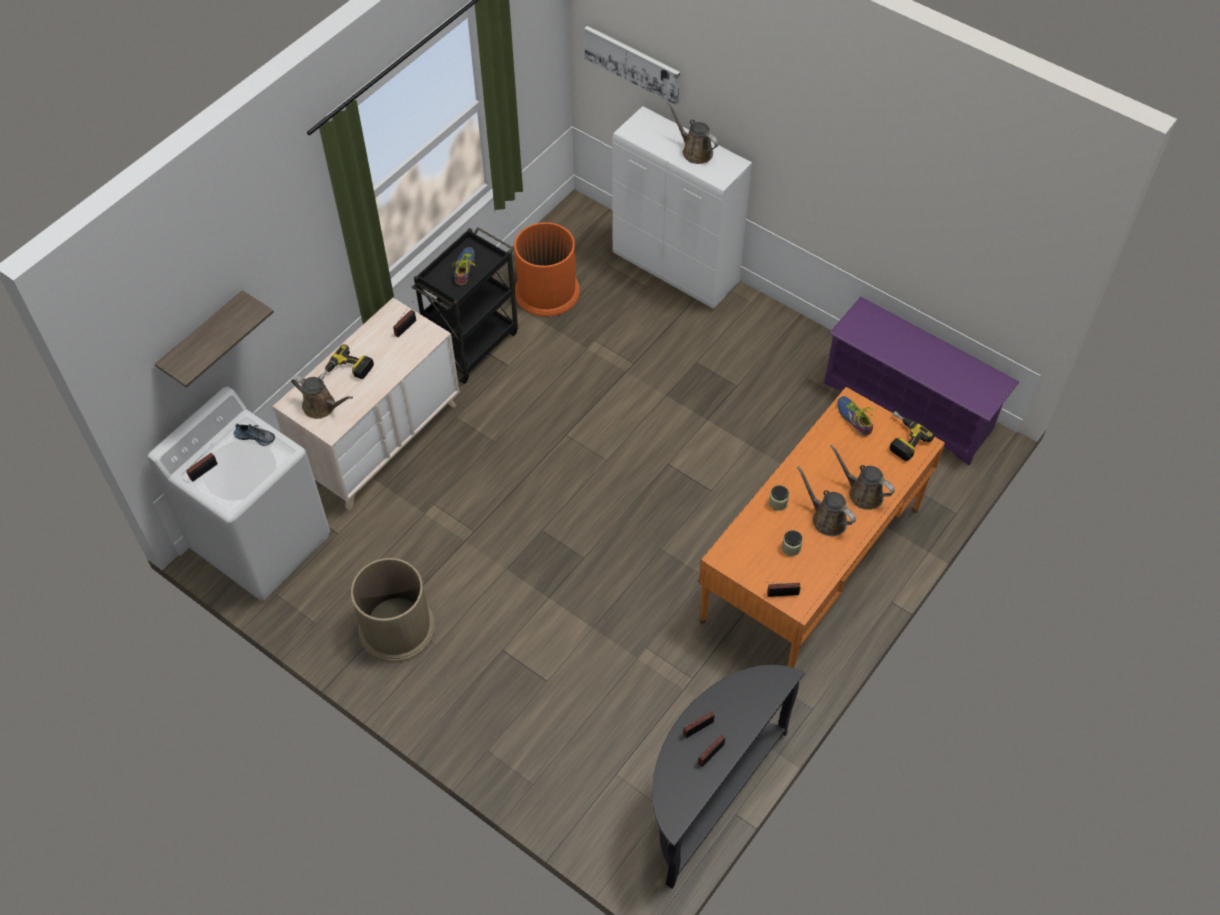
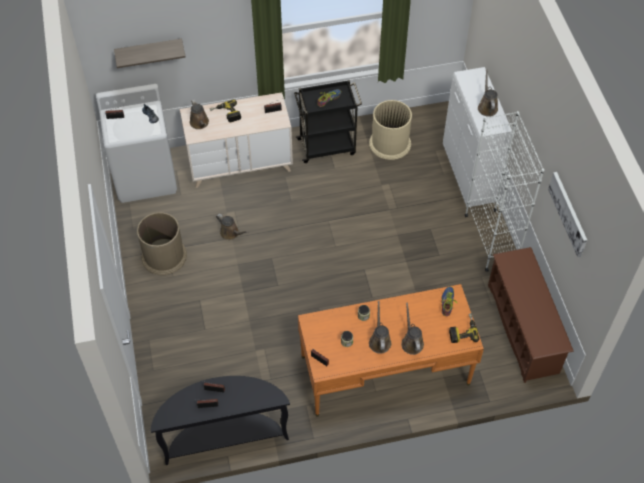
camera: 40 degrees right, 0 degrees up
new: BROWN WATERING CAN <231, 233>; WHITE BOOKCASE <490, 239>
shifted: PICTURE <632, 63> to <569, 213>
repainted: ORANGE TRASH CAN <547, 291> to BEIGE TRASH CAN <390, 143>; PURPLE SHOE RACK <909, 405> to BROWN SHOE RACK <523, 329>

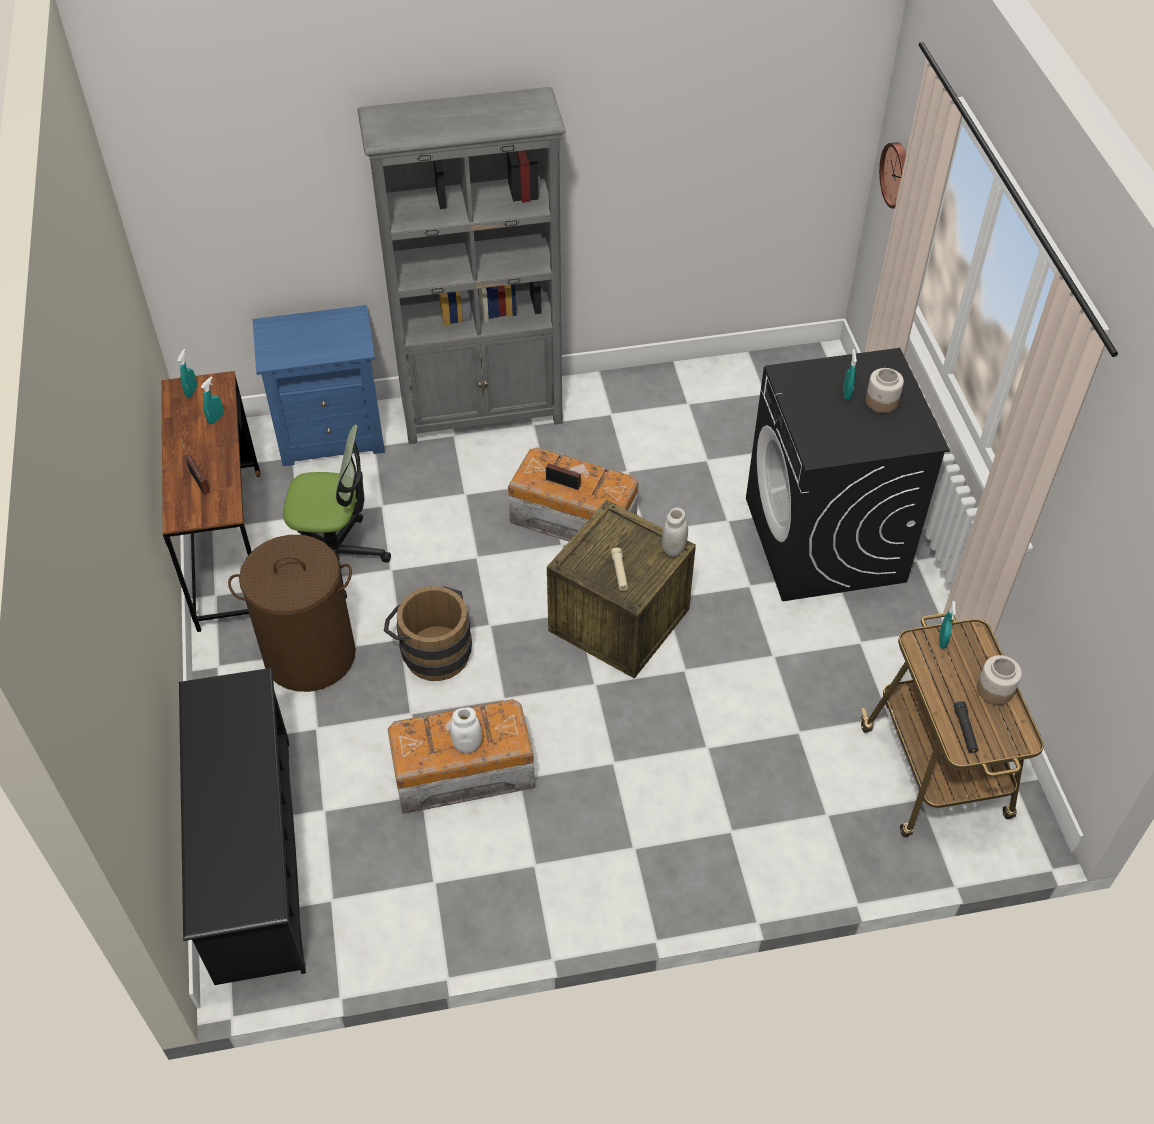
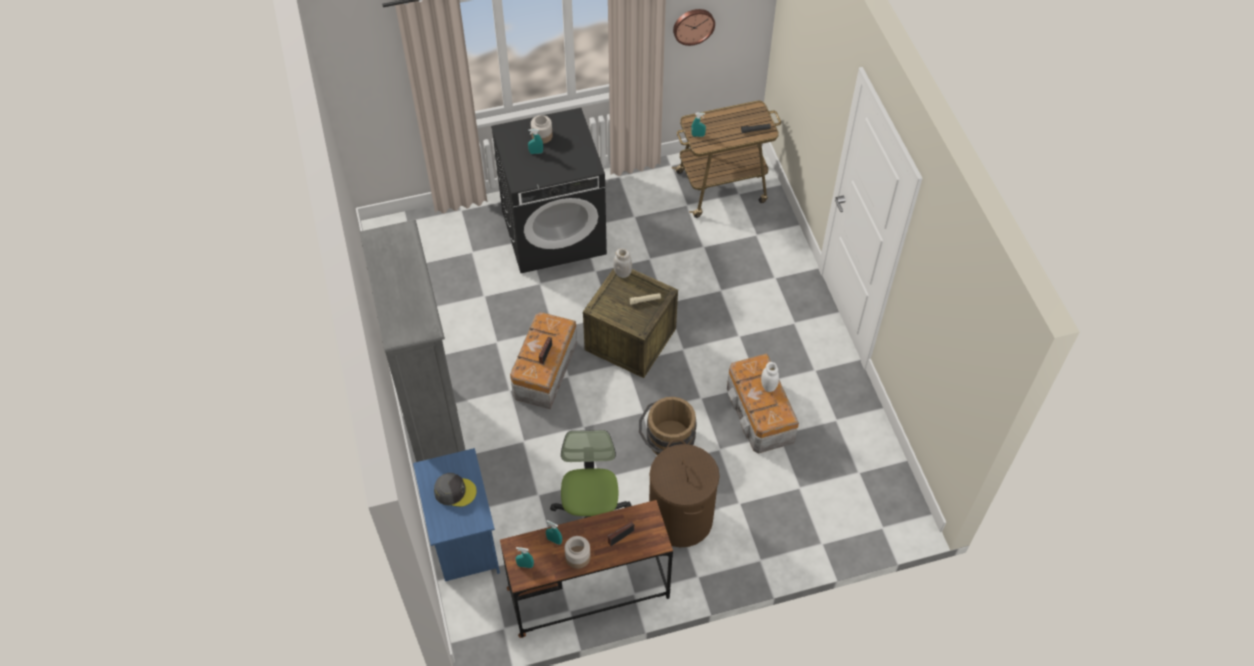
camera: 95 degrees left, 5 degrees up
gone: BLACK SHOE RACK <253, 856>
new: GREY CAP <455, 491>
shifted: WALL CLOCK <898, 175> to <693, 25>; JAR <994, 689> to <577, 557>

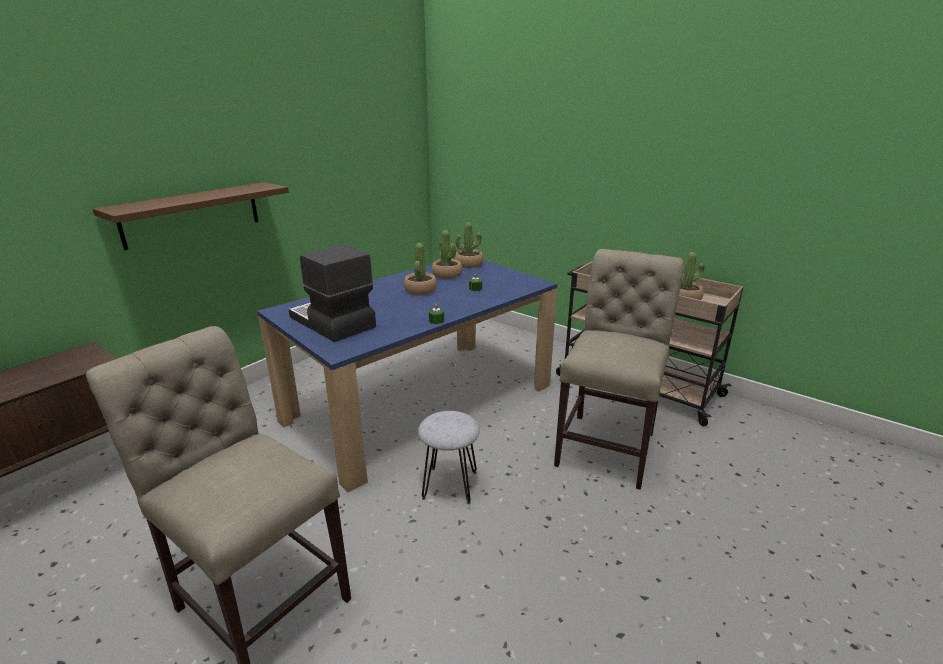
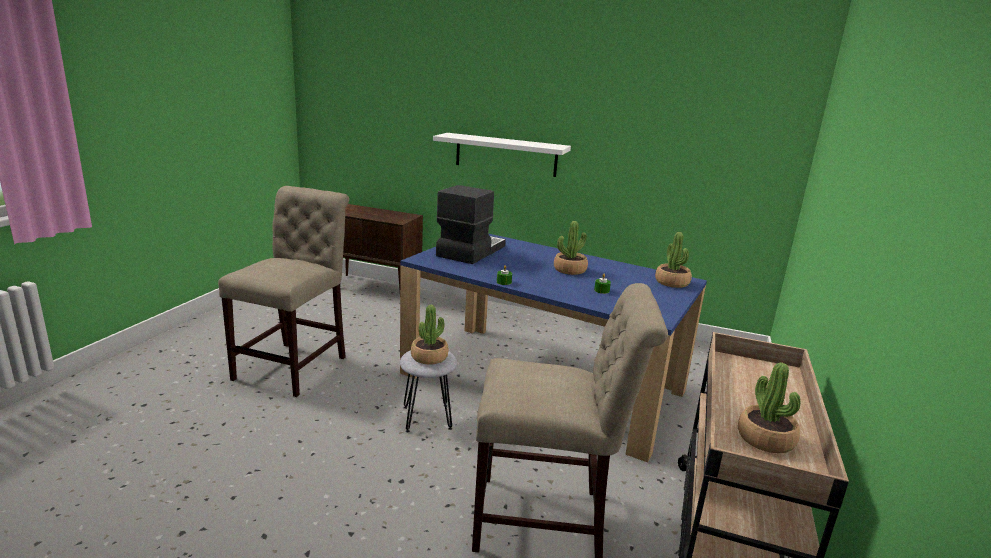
camera: 70 degrees right, 5 degrees down
shifted: POTTED PLANT <447, 274> to <429, 357>
repainted: BROWN SHELF <192, 214> to WHITE SHELF <506, 154>

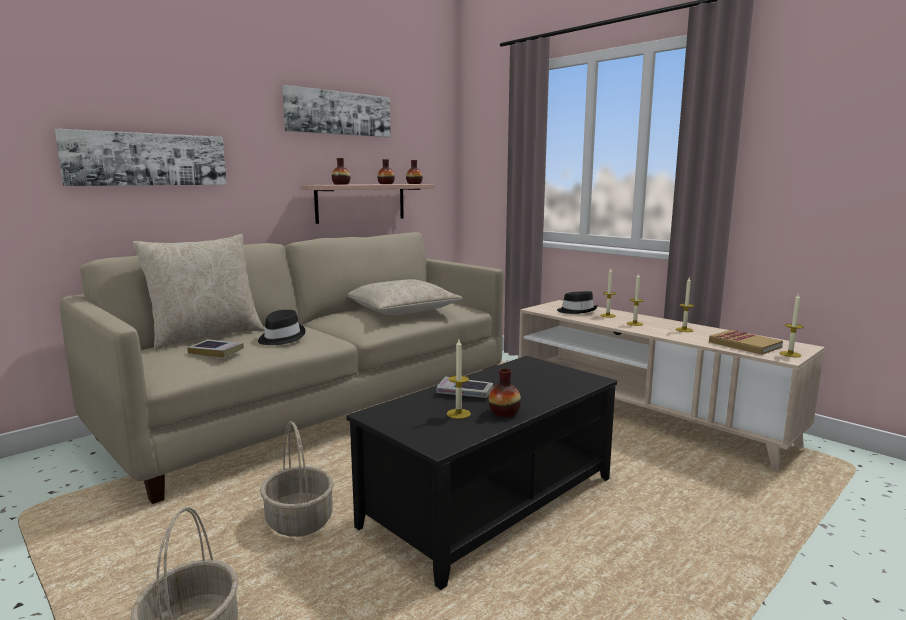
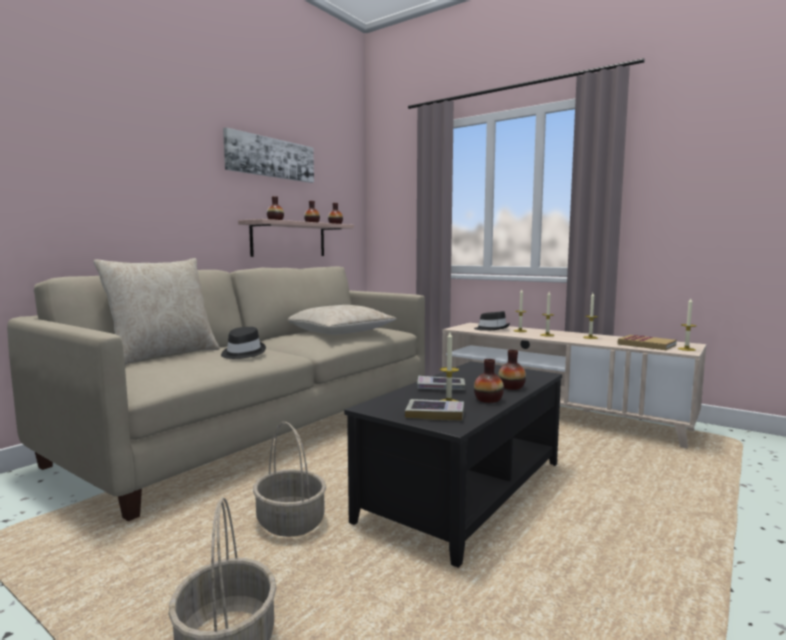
camera: 10 degrees left, 5 degrees down
gone: PICTURE <147, 159>
new: VASE <511, 387>
shifted: BOOK <216, 352> to <435, 414>

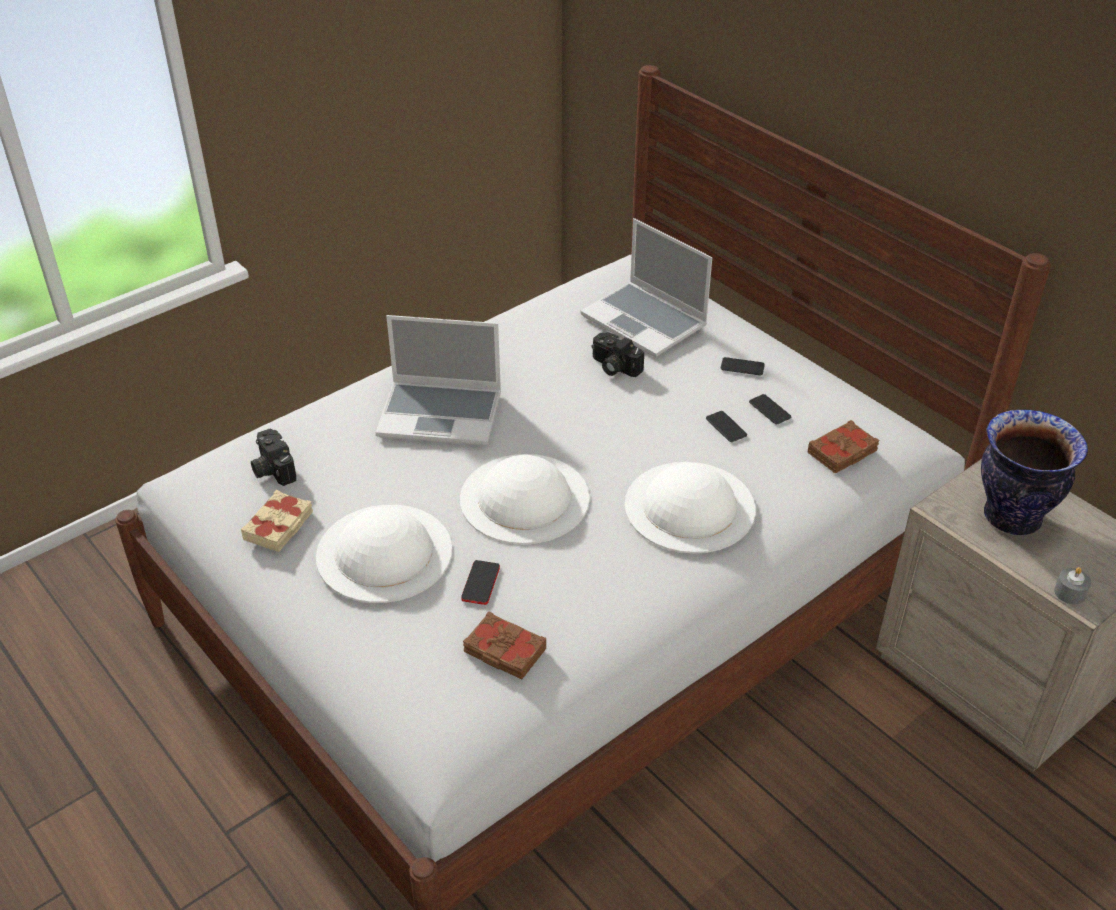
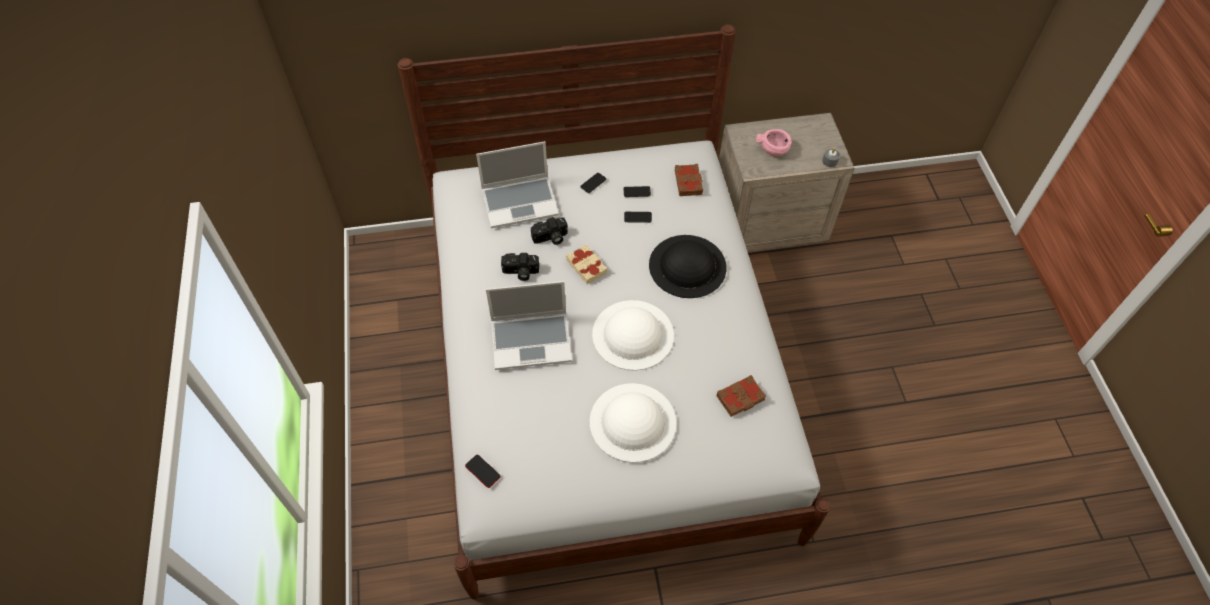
camera: 60 degrees left, 15 degrees up
shifted: BEIGE BOOK <279, 526> to <587, 266>; PHOTO CAMERA <271, 468> to <520, 272>; PHONE <480, 583> to <483, 471>
swapped: VASE <1013, 517> to PINK BOWL <773, 149>
repainted: WHITE HAT <689, 506> to BLACK HAT <687, 266>
rotated: LAPTOP <442, 414> = <532, 340> 45 degrees clockwise

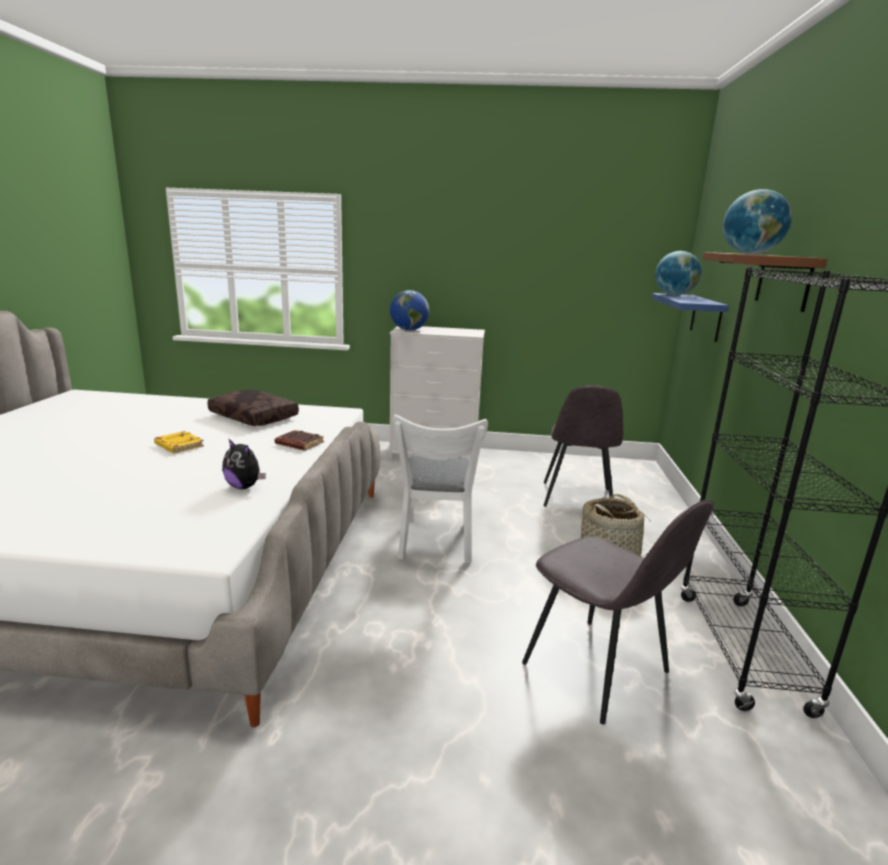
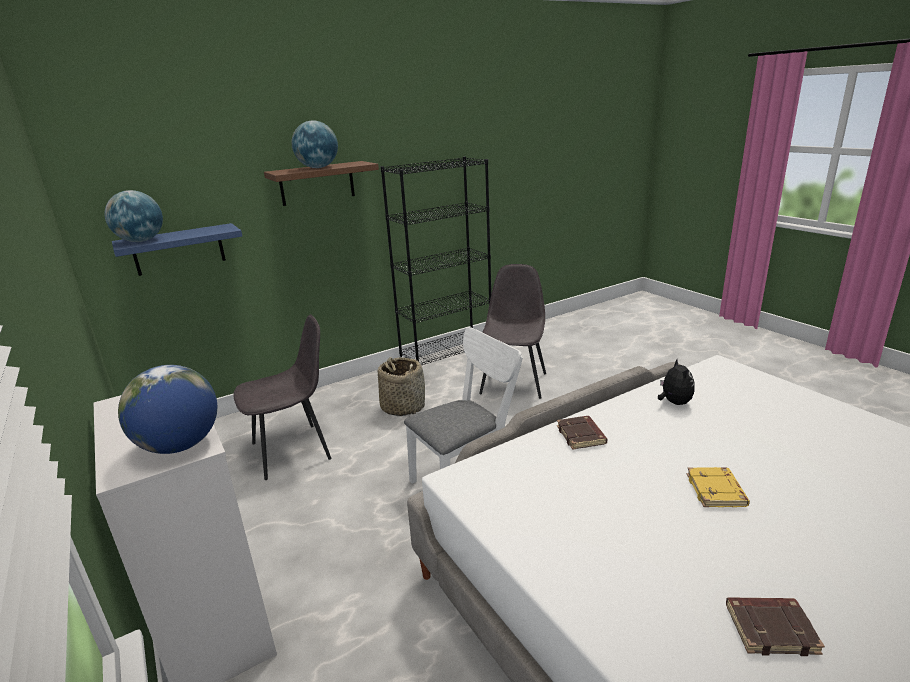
camera: 125 degrees left, 5 degrees up
gone: BROWN PILLOW <255, 417>
new: BROWN BOOK <771, 628>

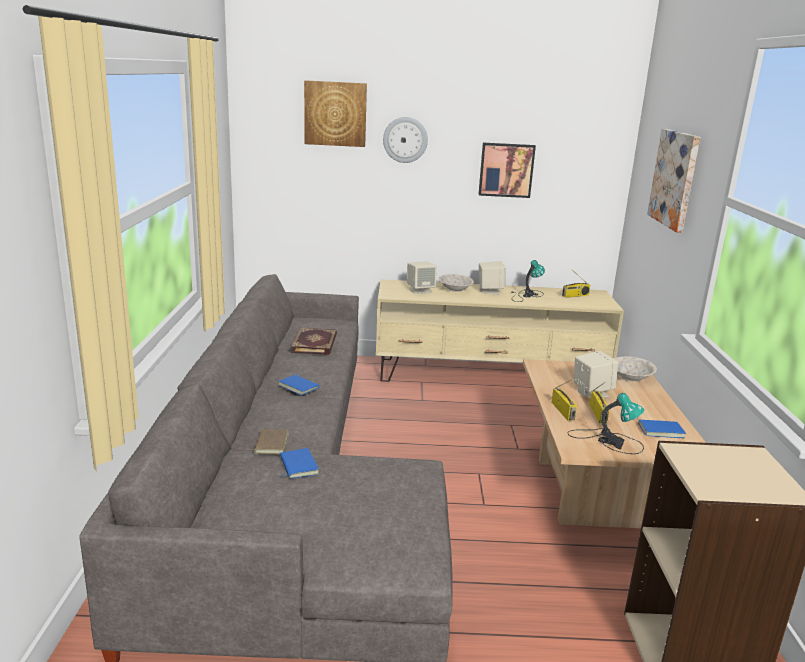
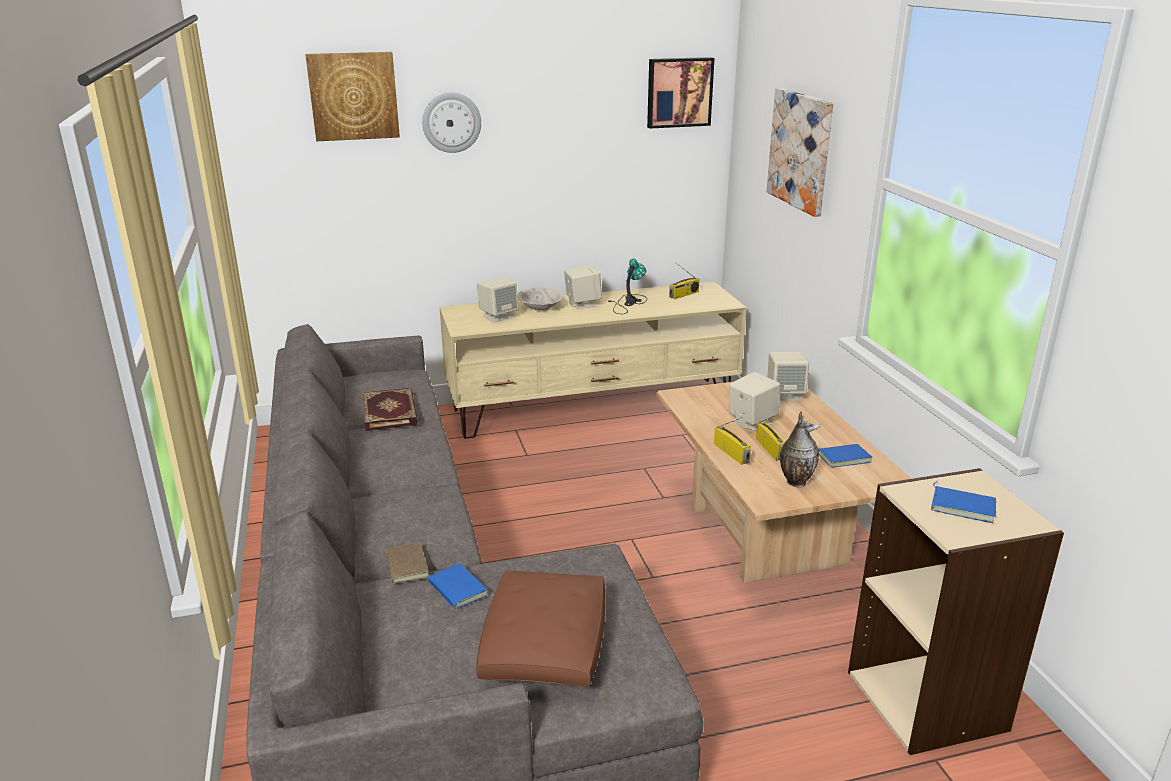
camera: 15 degrees left, 5 degrees up
new: BROWN PILLOW <544, 643>
shifted: BLUE BOOK <299, 386> to <963, 506>; PICTURE <506, 170> to <679, 92>
swapped: TABLE LAMP <608, 440> to VASE <795, 481>; BEIGE BOWL <631, 378> to BEIGE SPEAKER <785, 394>

